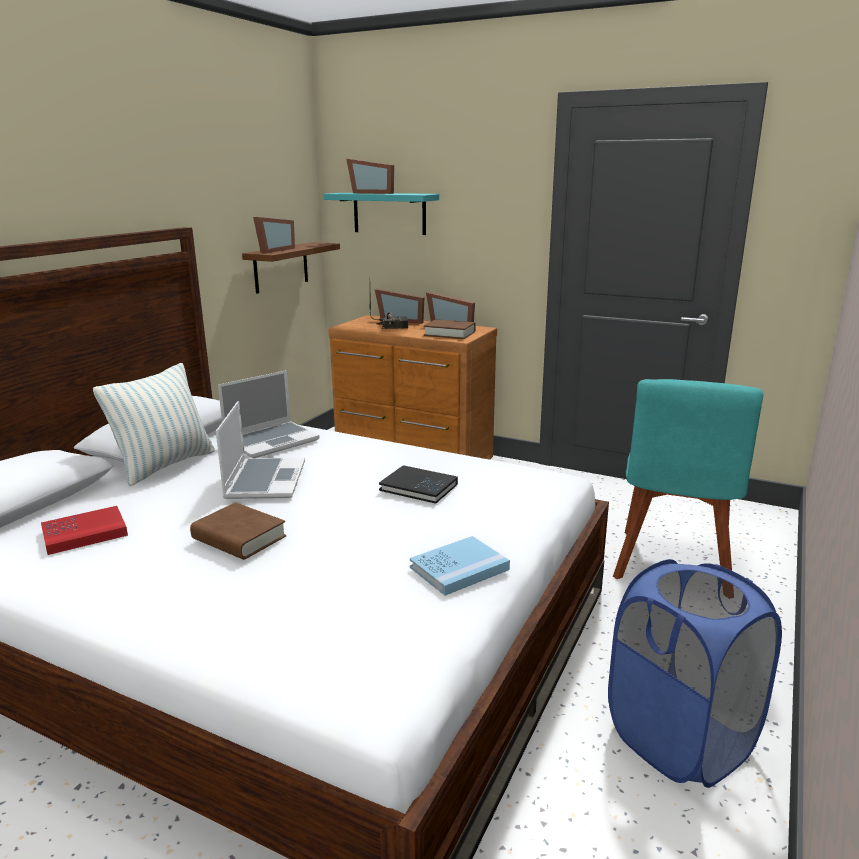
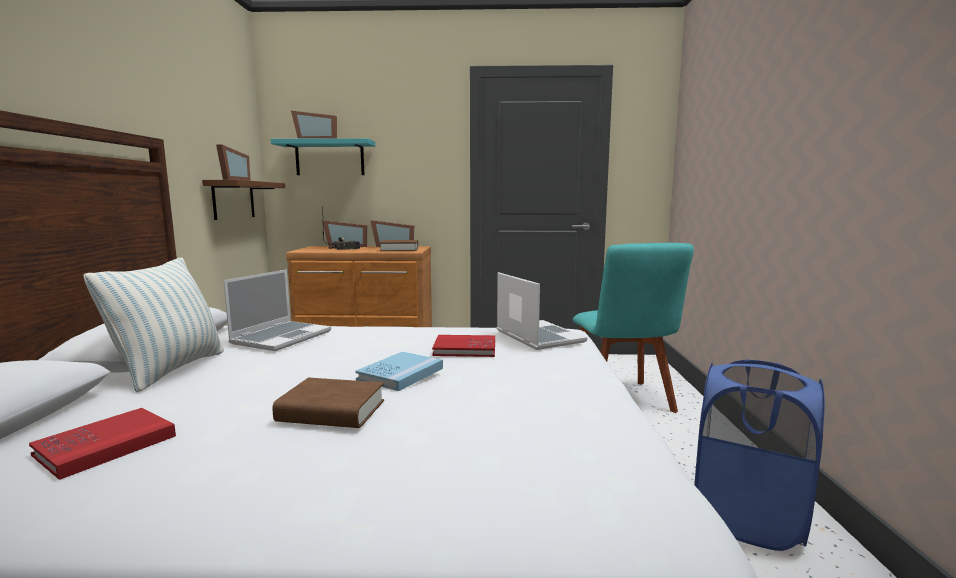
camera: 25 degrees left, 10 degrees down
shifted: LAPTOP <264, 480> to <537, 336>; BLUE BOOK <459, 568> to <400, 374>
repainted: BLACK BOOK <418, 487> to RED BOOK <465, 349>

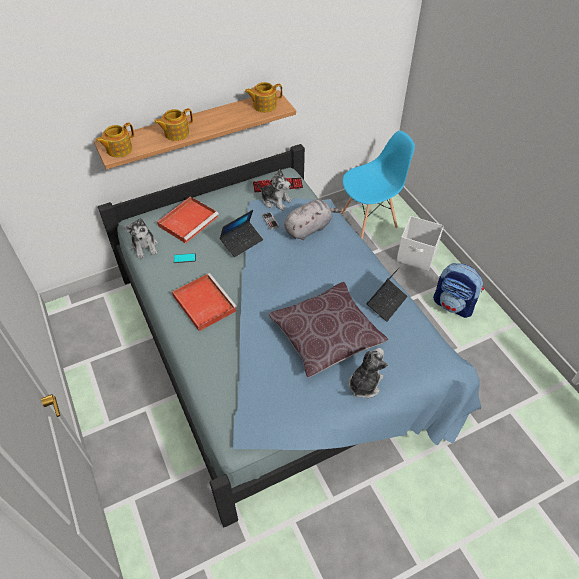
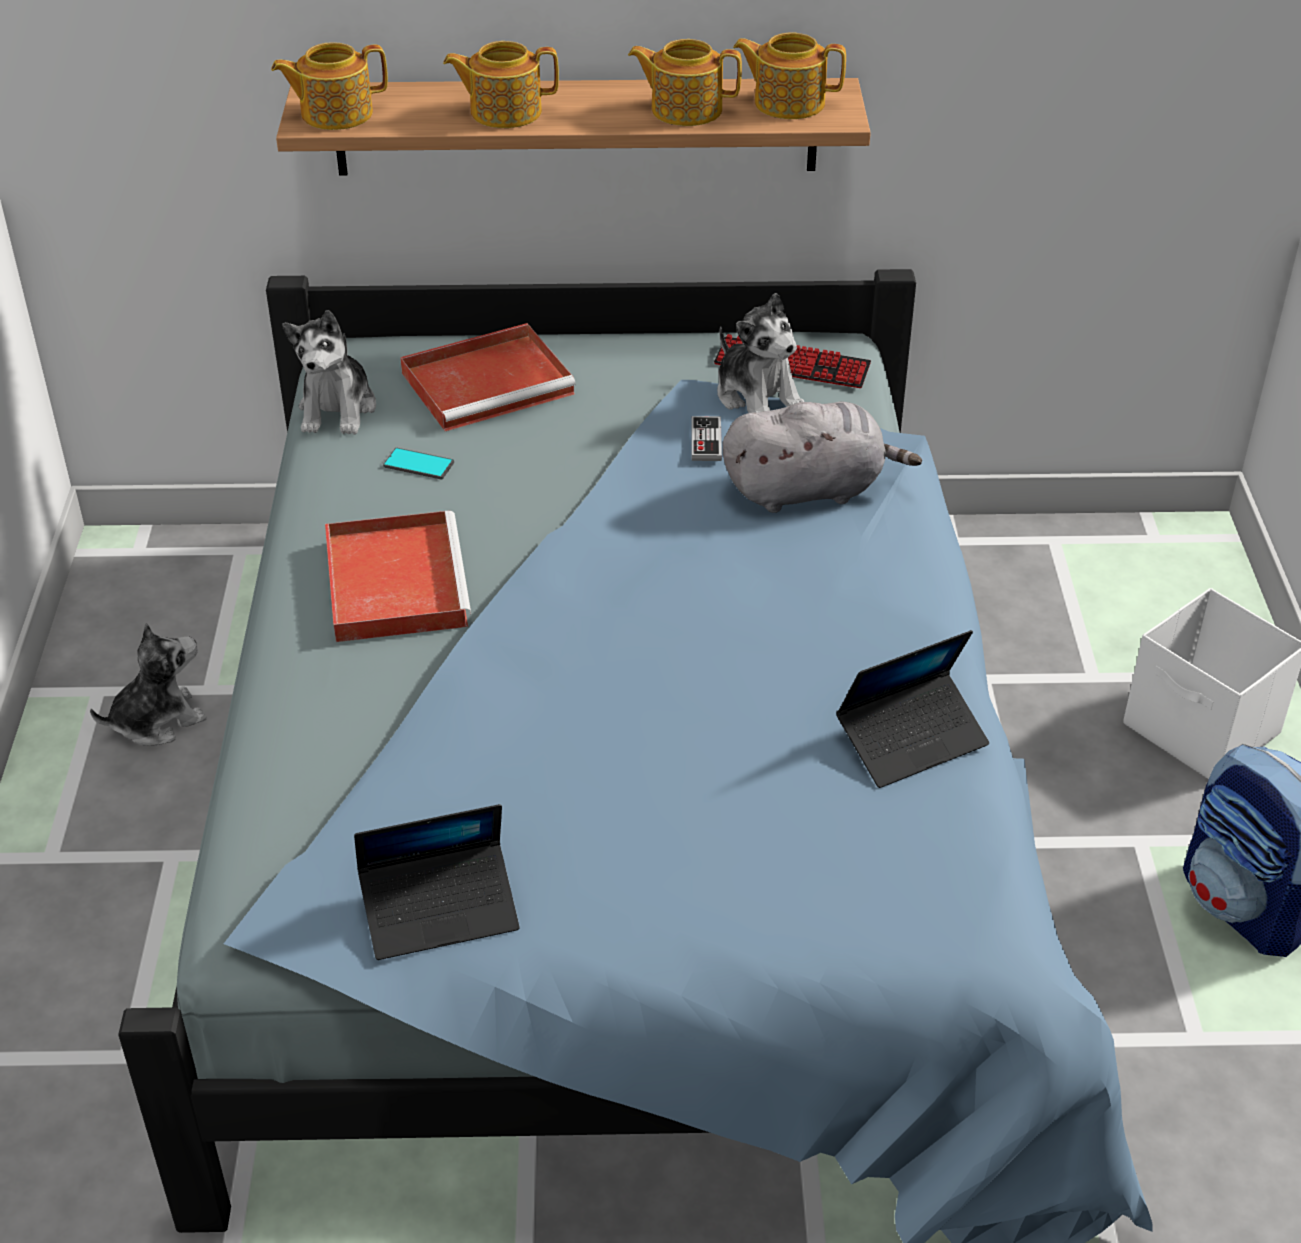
camera: 25 degrees right, 10 degrees down
gone: BROWN PILLOW <326, 336>; BLUE CHAIR <369, 220>
new: TEAPOT <685, 109>
shifted: LAPTOP <242, 242> to <440, 910>; PLUSH TOY <364, 384> to <157, 720>

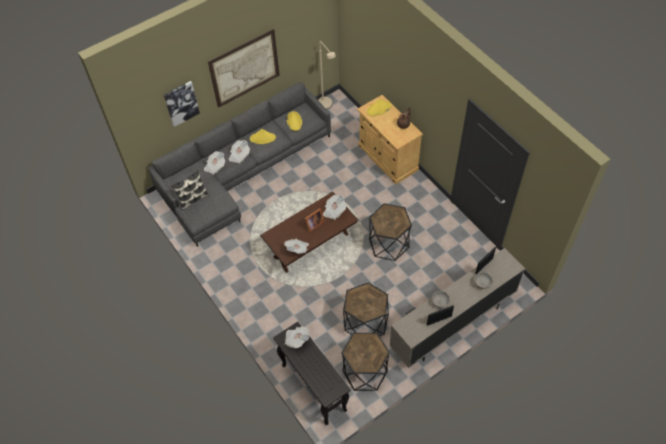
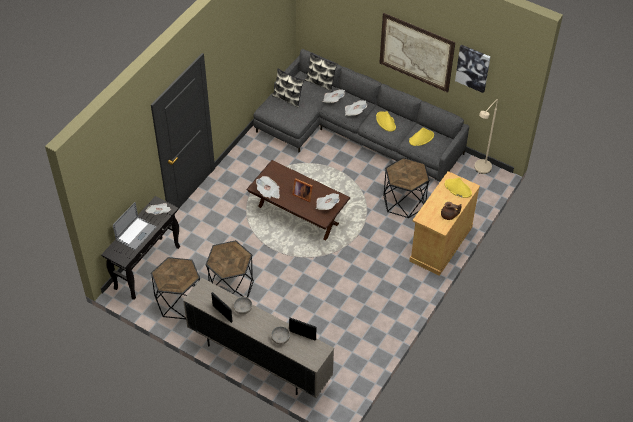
camera: 65 degrees right, 5 degrees down
new: LAPTOP <136, 233>; PILLOW <321, 82>
shifted: PICTURE <181, 103> to <473, 68>; BLACK SIDE TABLE <389, 243> to <404, 201>

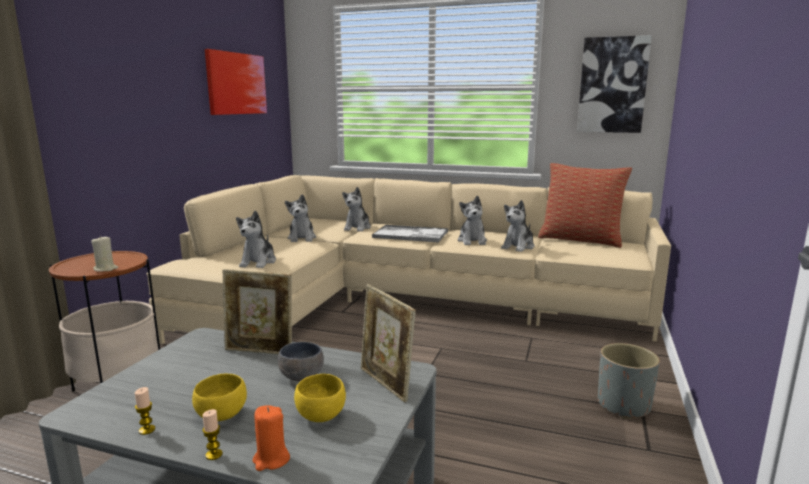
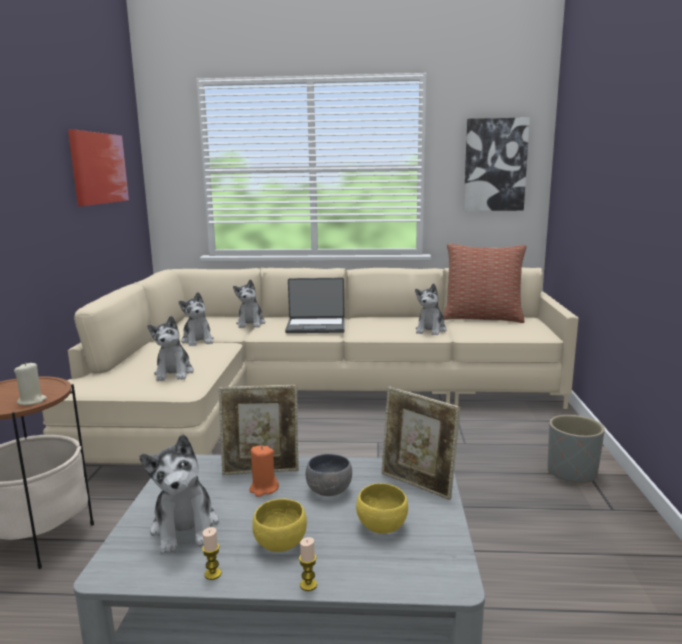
camera: 15 degrees left, 0 degrees up
shifted: ORANGE CANDLE <271, 460> to <263, 489>; PLUSH TOY <472, 241> to <185, 528>
swapped: TRAY <411, 235> to LAPTOP <316, 327>

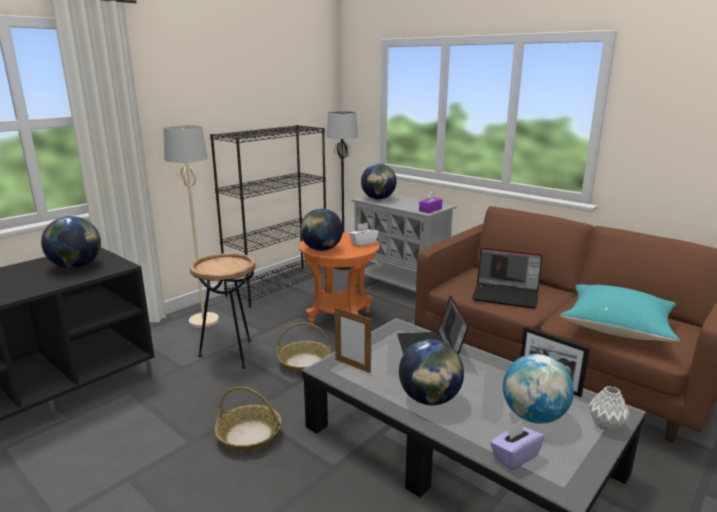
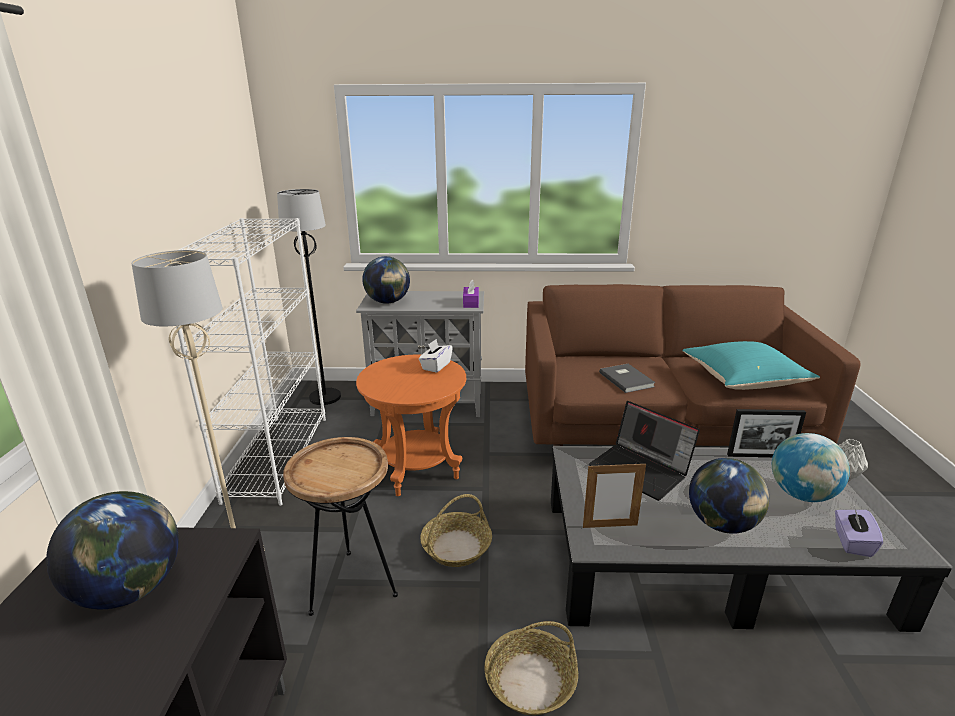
camera: 40 degrees left, 5 degrees up
gone: GLOBE <321, 249>
swapped: LAPTOP <506, 295> to GREY BOOK <627, 379>
repainted: BLACK BOOKCASE <278, 285> to WHITE BOOKCASE <278, 456>

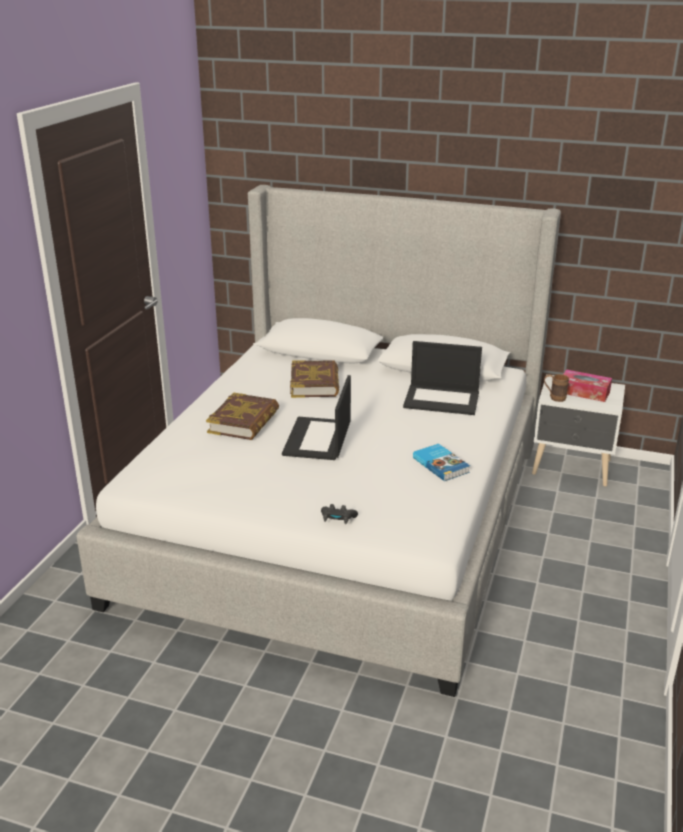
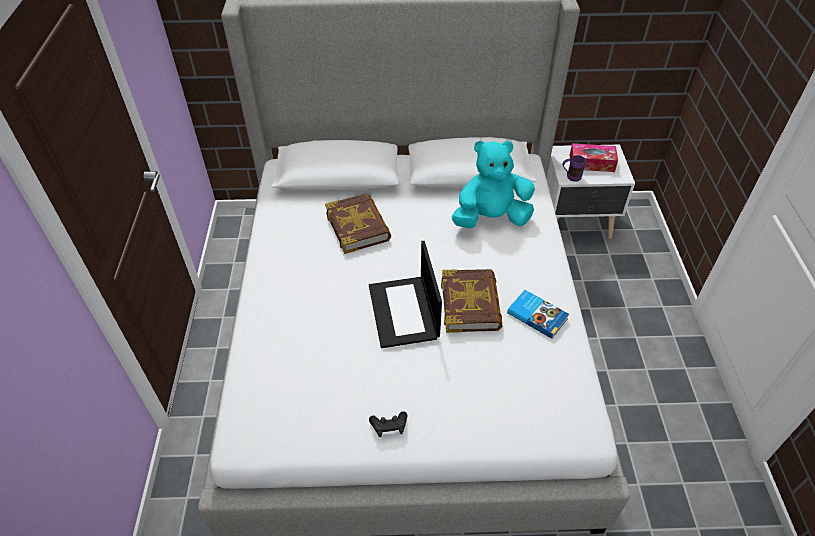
camera: 20 degrees left, 20 degrees up
shifted: BOOK <244, 422> to <470, 304>; BLACK GAME CONTROLLER <337, 520> to <389, 427>
swapped: LAPTOP <442, 399> to TURQUOISE PLUSH TOY <491, 218>
repainted: BROWN MUG <554, 398> to PURPLE MUG <570, 177>

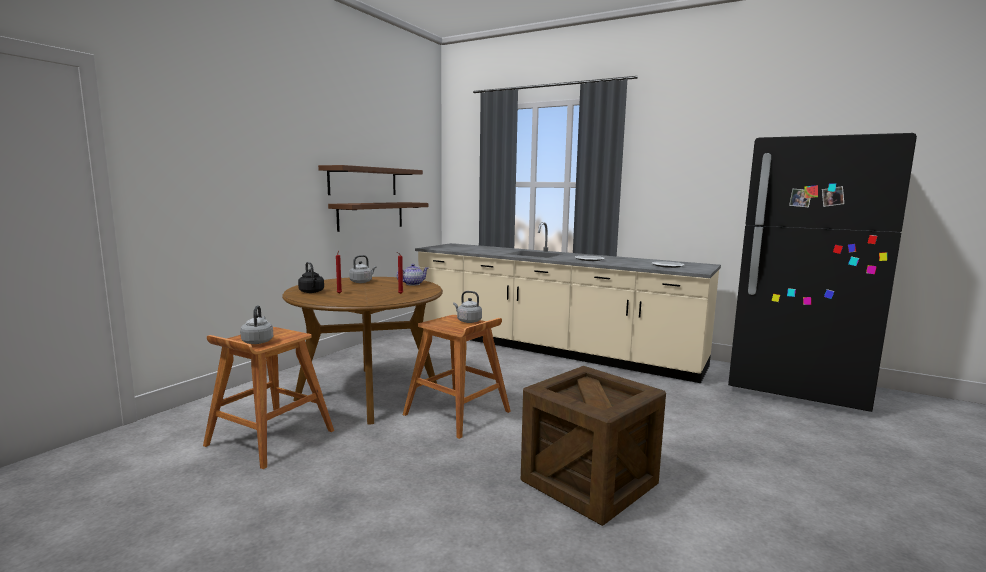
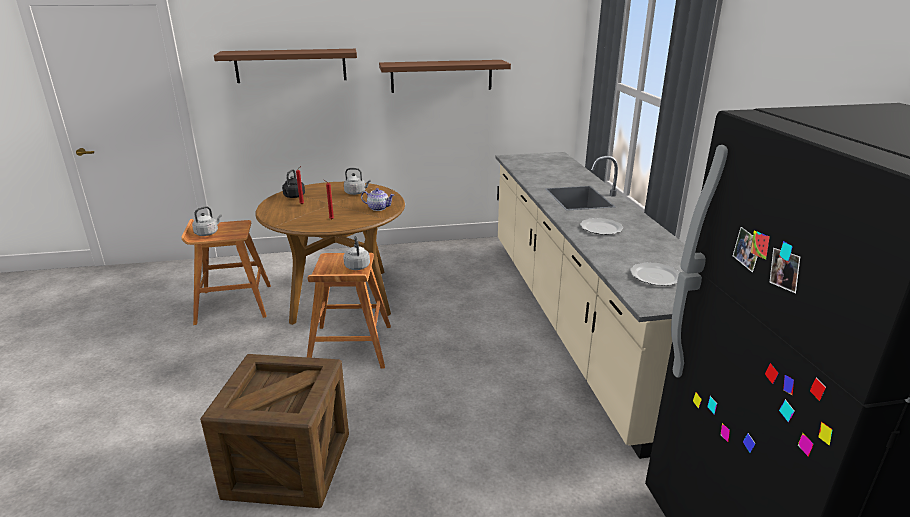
camera: 50 degrees right, 15 degrees up
shifted: BROWN SHELF <371, 215> to <291, 65>

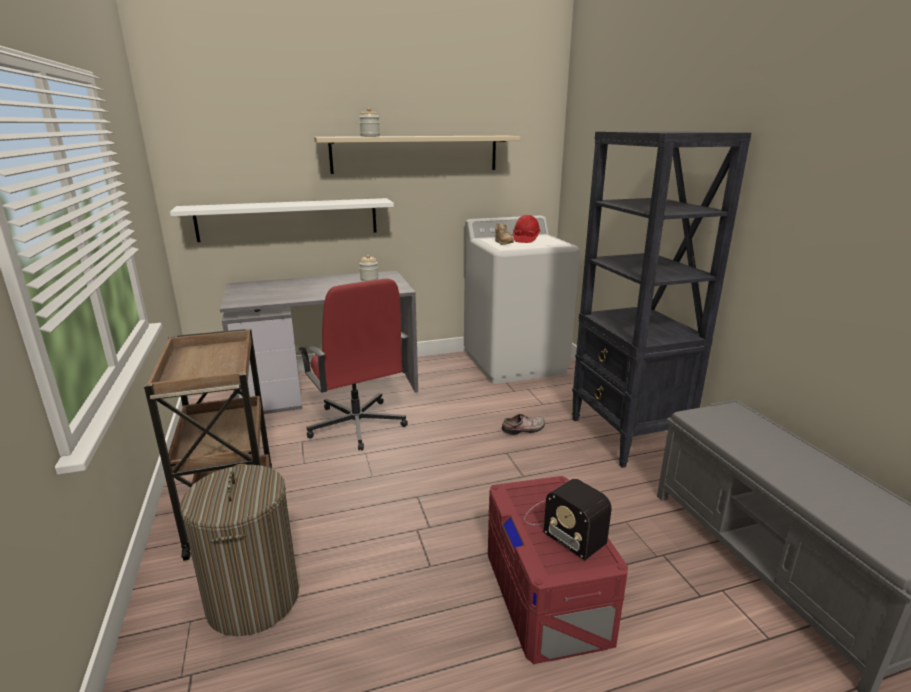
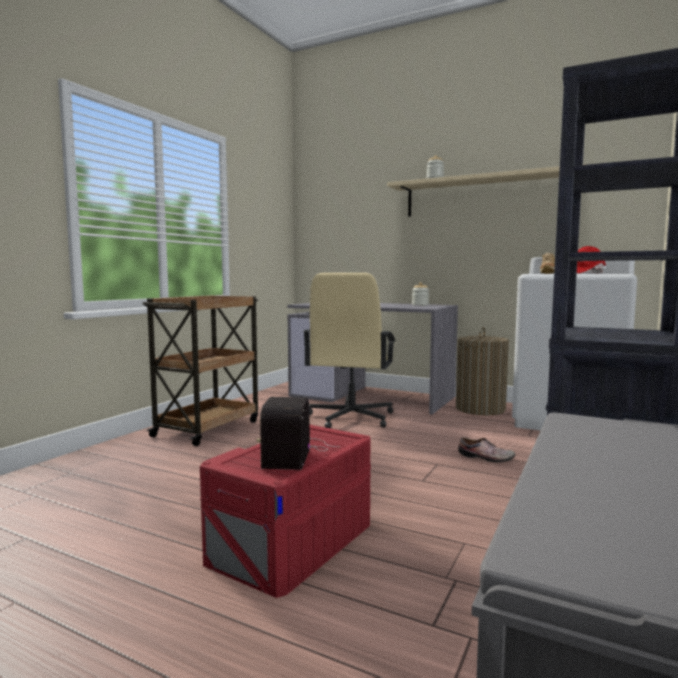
camera: 45 degrees right, 15 degrees down
gone: WHITE SHELF <288, 219>
shifted: LAUNDRY BASKET <253, 599> to <480, 409>
repainted: RED OFFICE CHAIR <357, 425> to BEIGE OFFICE CHAIR <350, 417>

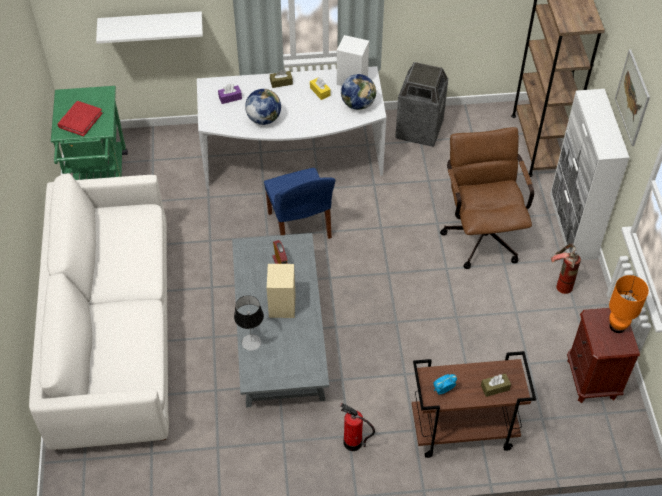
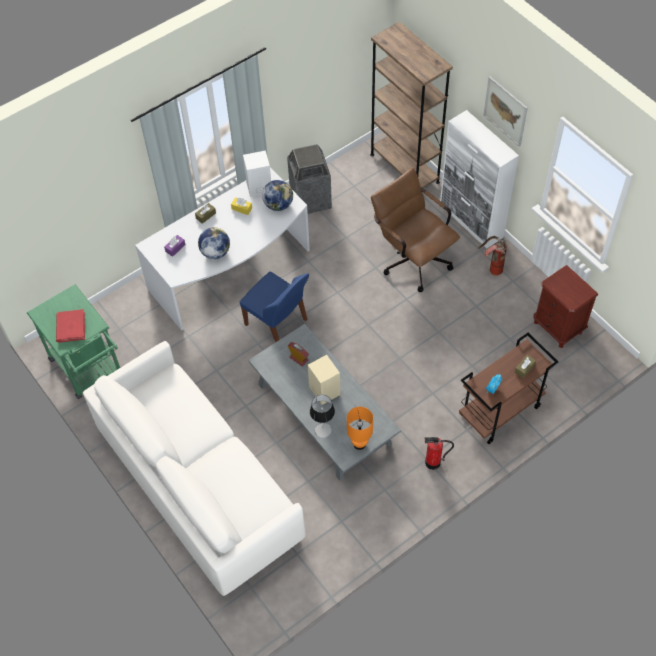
camera: 30 degrees left, 5 degrees up
gone: WHITE SHELF <151, 25>
shifted: ORANGE TABLE LAMP <617, 326> to <359, 443>

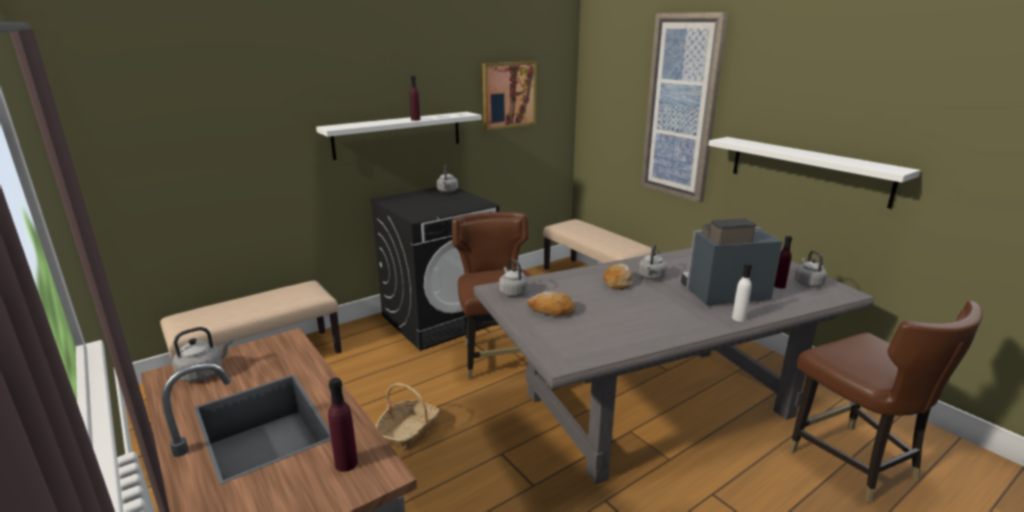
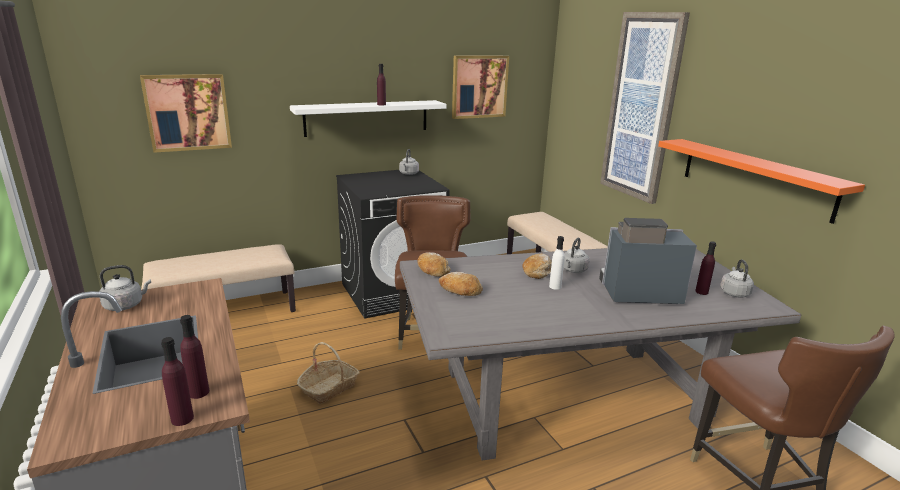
camera: 10 degrees right, 0 degrees up
new: PICTURE <188, 112>; PURPLE BOTTLE <182, 418>
shifted: WHITE BOTTLE <738, 318> to <555, 286>
swapped: GREY KETTLE <512, 292> to BREAD <432, 270>
repainted: WHITE SHELF <808, 170> to ORANGE SHELF <755, 177>

